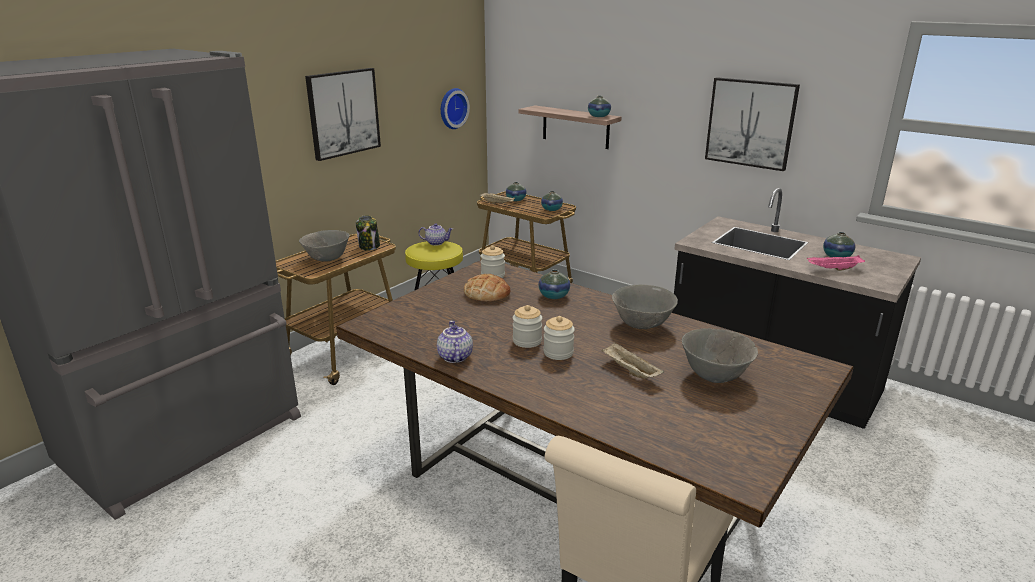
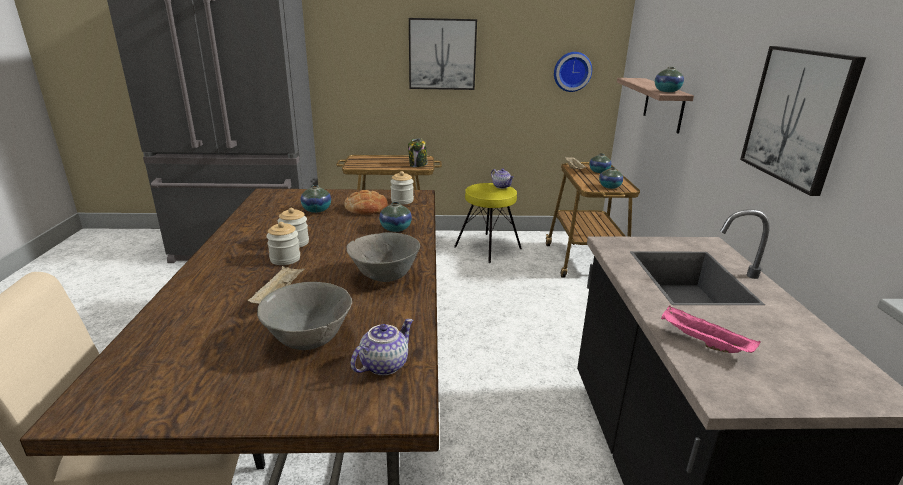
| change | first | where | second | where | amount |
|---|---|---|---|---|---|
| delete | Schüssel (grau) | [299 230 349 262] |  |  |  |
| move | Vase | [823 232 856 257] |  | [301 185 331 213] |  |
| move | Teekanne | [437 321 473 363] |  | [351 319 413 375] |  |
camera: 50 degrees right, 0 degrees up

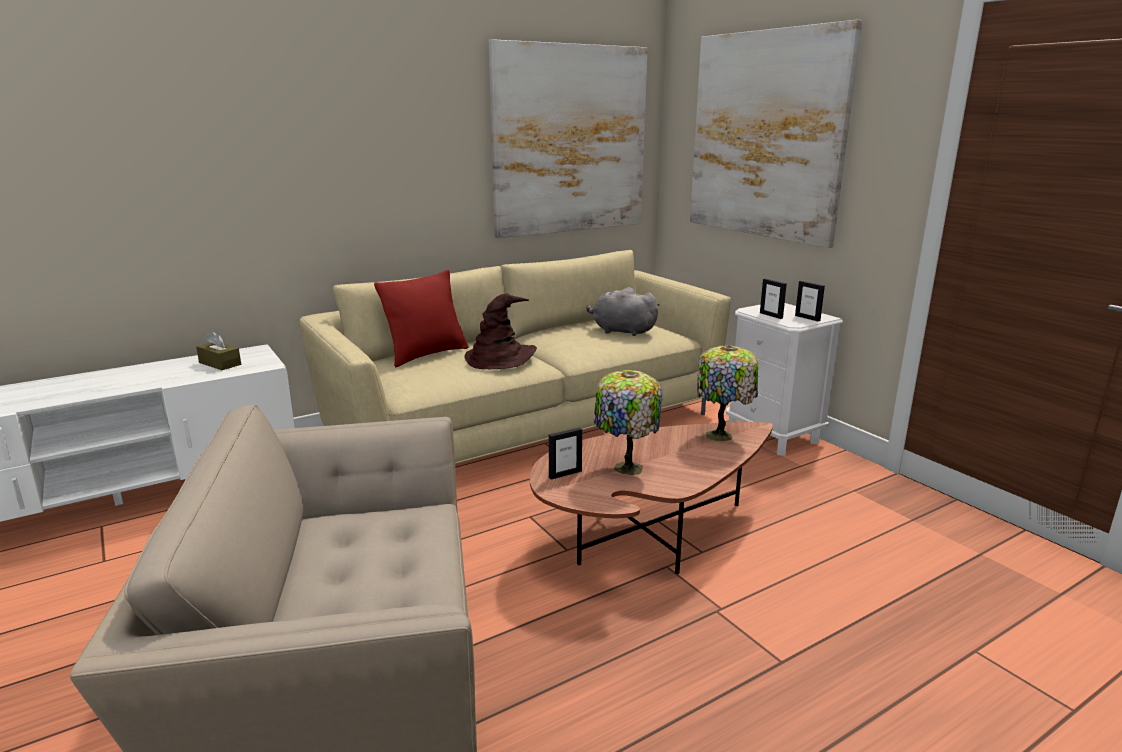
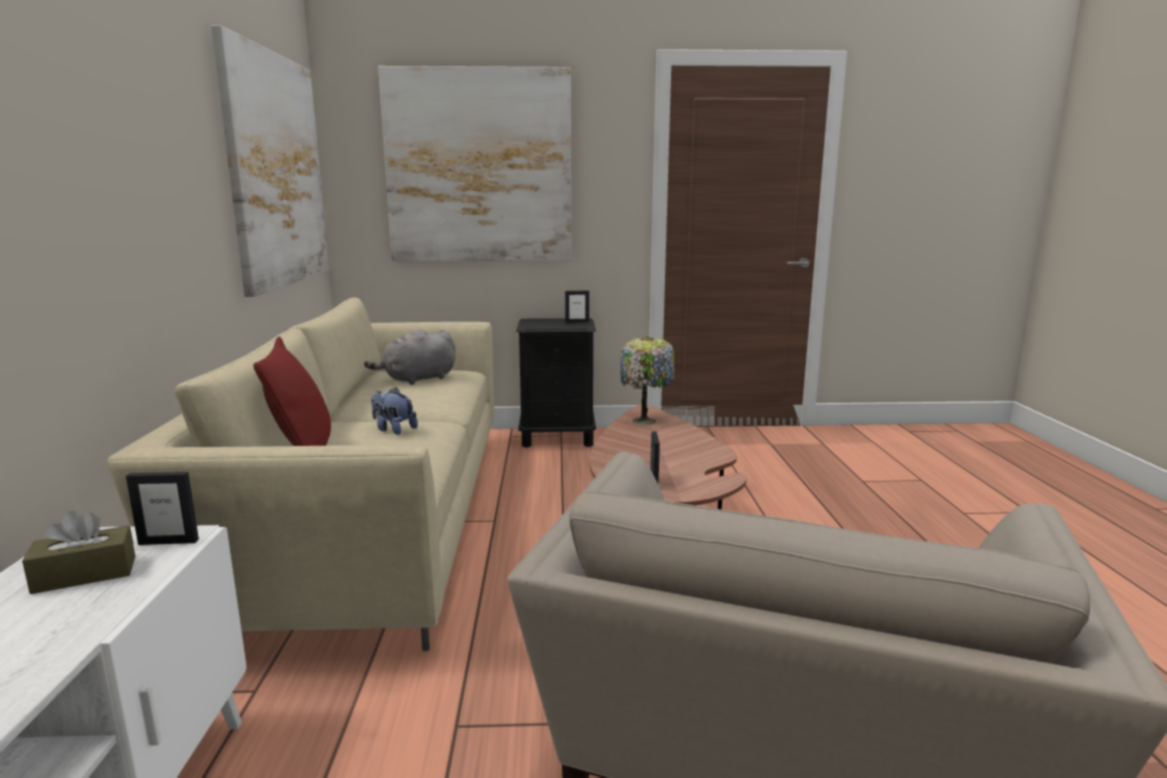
| change | first | where | second | where | amount |
|---|---|---|---|---|---|
| move | Bilderrahmen | [760 278 787 319] |  | [126 472 199 545] |  |
| replace | Hut (braun) | [465 293 537 369] | Plüschtier | [371 388 418 435] |  |
| recolor | Nachttisch (weiß) | [726 303 843 456] | Nachttisch (schwarz) | [516 318 596 448] |  |
| delete | Tischlampe | [594 370 662 475] |  |  |  |
camera: 60 degrees left, 5 degrees down

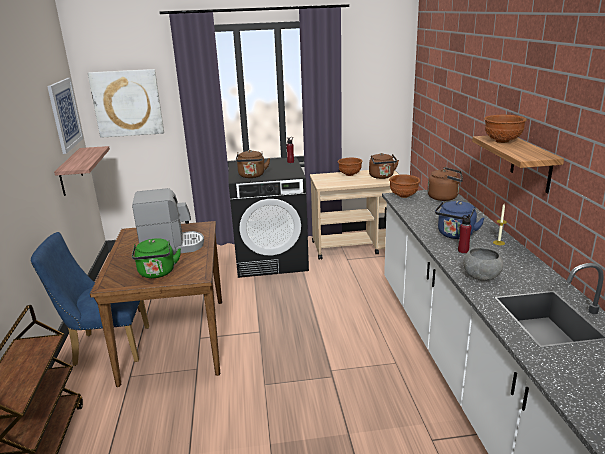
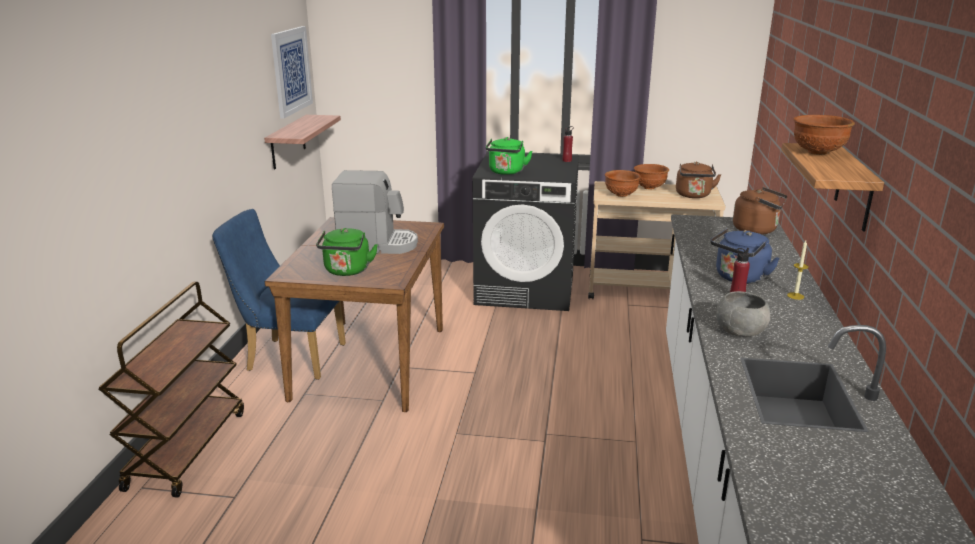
| change | first | where | second | where | amount |
|---|---|---|---|---|---|
| delete | Bild | [88 69 164 138] |  |  |  |
| recolor | Wasserkessel (braun) | [236 150 270 178] | Wasserkessel (grün) | [486 137 533 175] |  |
| move | Schüssel (braun) | [389 175 420 198] |  | [605 170 641 197] |  |
camera: 15 degrees right, 0 degrees up

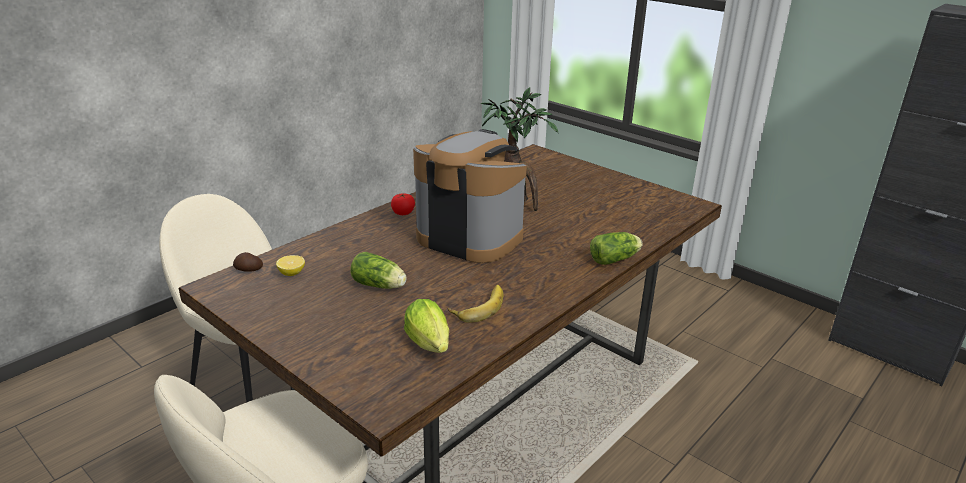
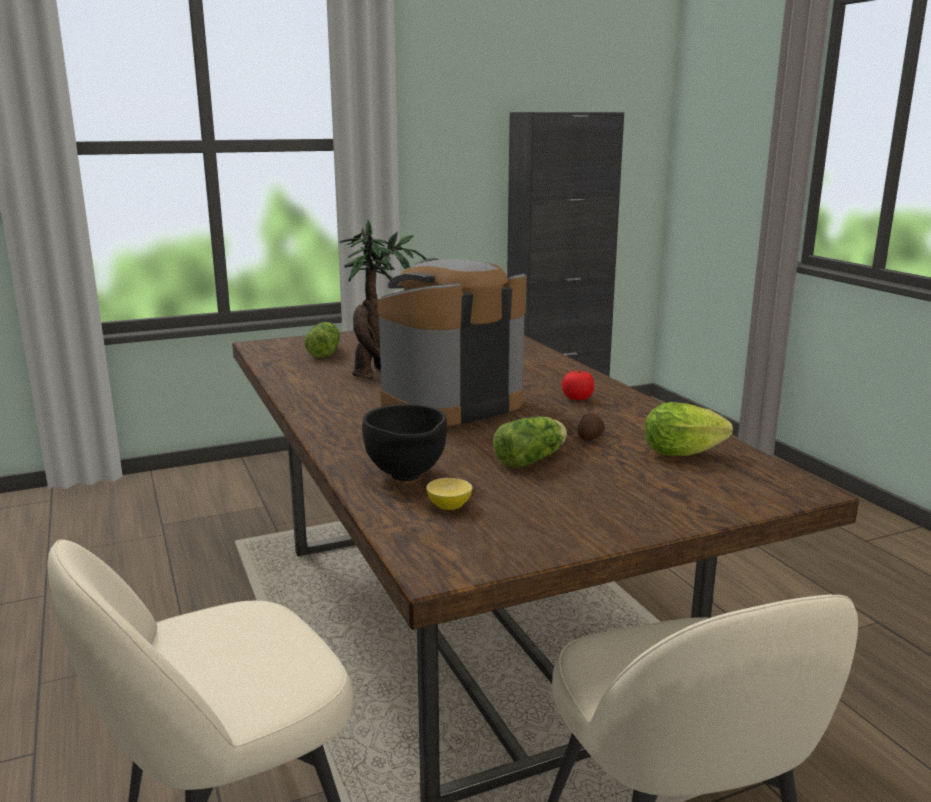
| change | first | where | second | where | amount |
|---|---|---|---|---|---|
| move | Tomate | [391 193 415 215] |  | [562 370 594 400] |  |
| move | Salatkopf | [590 232 643 265] |  | [305 322 340 358] |  |
| move | Kartoffel | [233 252 263 272] |  | [578 413 605 441] |  |
| delete | Banane | [448 285 503 322] |  |  |  |
| insert |  |  | Schüssel (schwarz) | [362 404 447 481] |  |
camera: 65 degrees left, 10 degrees down

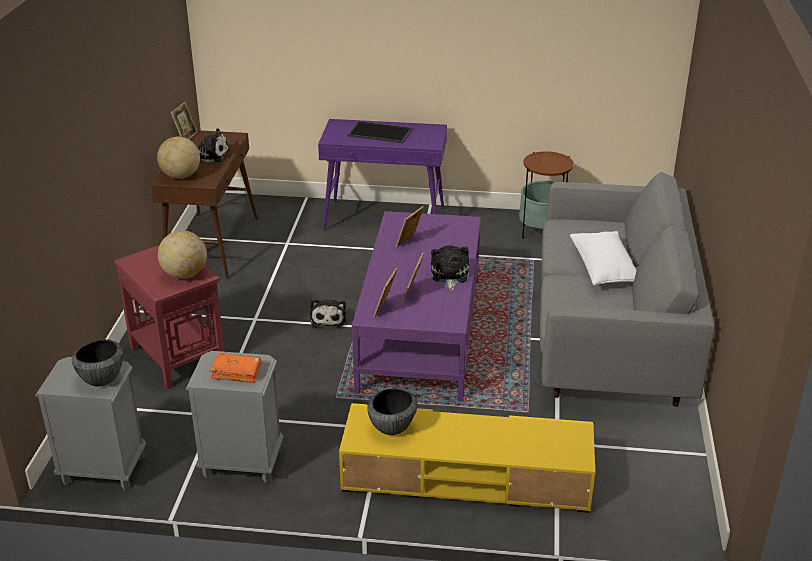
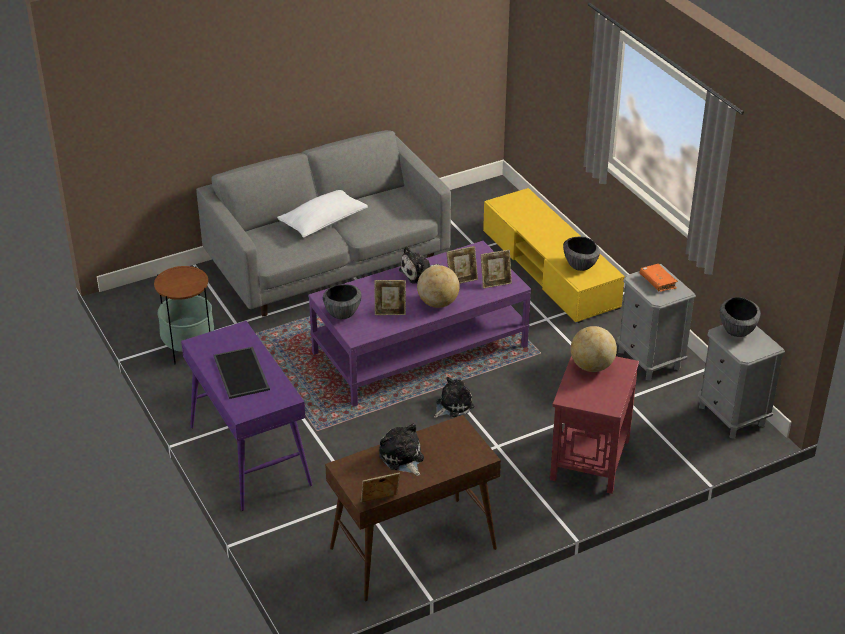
| change | first | where | second | where | amount |
|---|---|---|---|---|---|
| move | Globus | [157 137 200 179] |  | [417 265 460 308] |  |
| insert |  |  | Schüssel | [323 284 361 319] |  |
camera: 125 degrees left, 5 degrees up

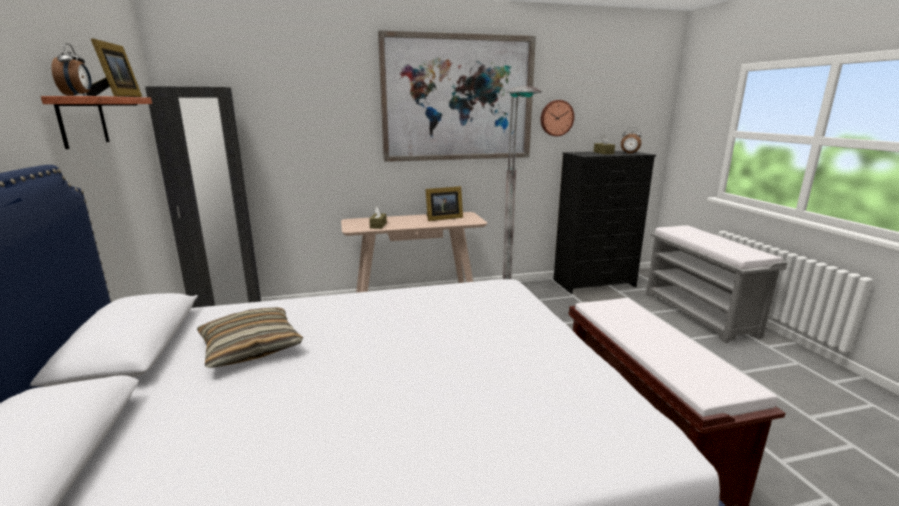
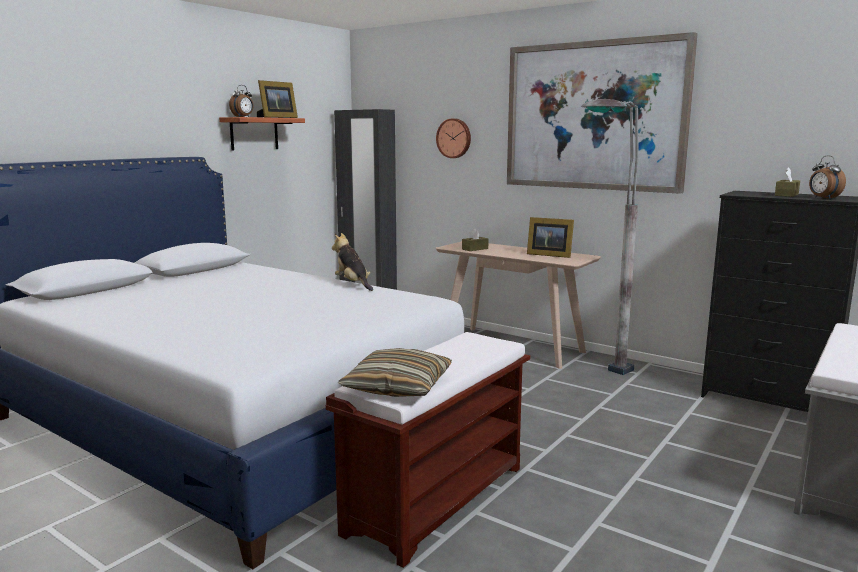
| change | first | where | second | where | amount |
|---|---|---|---|---|---|
| move | Wanduhr | [541 100 574 136] |  | [436 118 471 158] |  |
| move | Kissen | [197 307 303 368] |  | [338 348 452 397] |  |
| insert |  |  | Plüschtier | [332 233 373 291] |  |
camera: 50 degrees right, 5 degrees down

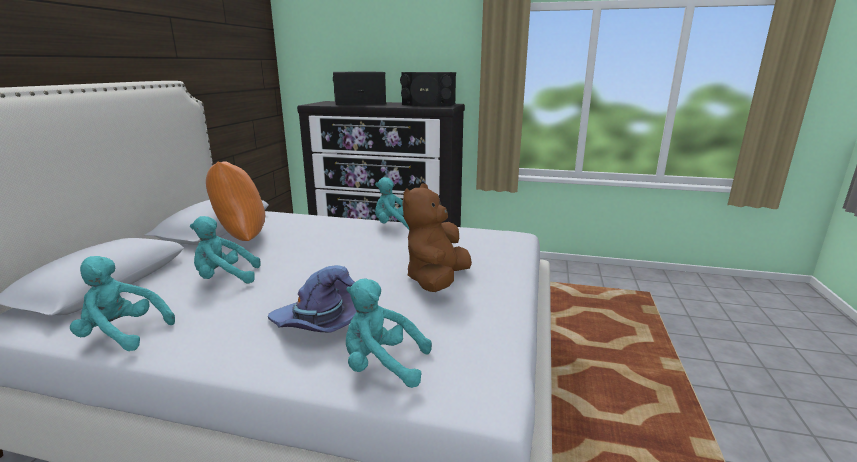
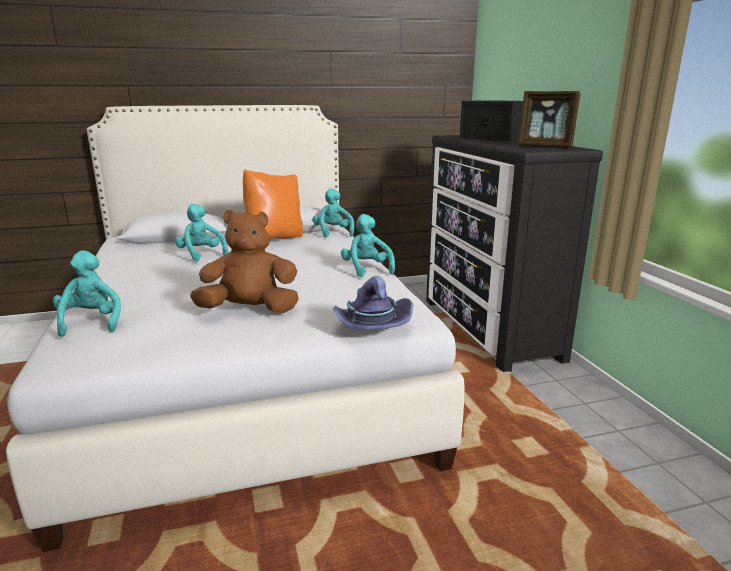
| change | first | where | second | where | amount |
|---|---|---|---|---|---|
| replace | Lautsprecher (schwarz) | [400 72 456 106] | Bilderrahmen | [518 91 581 148] |  |
| move | Plüschtier (türkis) | [70 256 175 351] |  | [312 188 354 237] |  |
| move | Hut (lila) | [268 265 356 333] |  | [333 276 414 330] |  |
camera: 60 degrees right, 0 degrees up

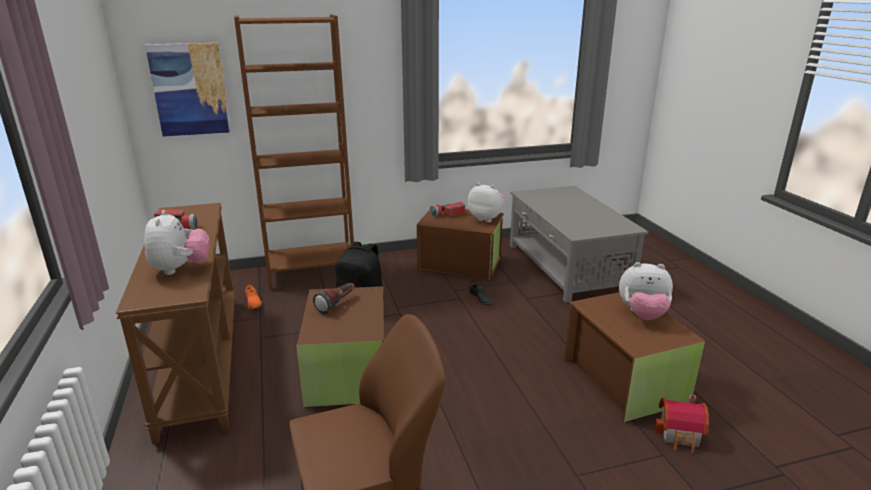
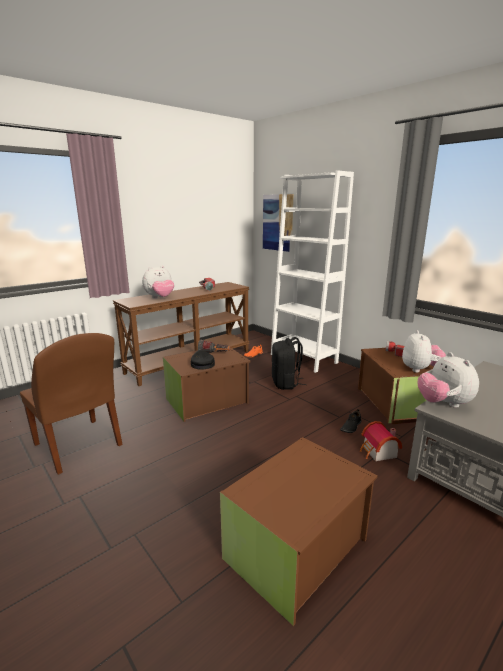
| change | first | where | second | where | amount |
|---|---|---|---|---|---|
| recolor | Bücherregal (braun) | [234 14 354 290] | Bücherregal (weiß) | [271 171 354 373] |  |
| move | Plüschtier | [619 262 673 320] |  | [418 352 479 408] |  |
| move | Spielzeughaus | [654 395 709 453] |  | [360 421 402 461] |  |
| insert |  |  | Kappe (schwarz) | [191 350 215 370] |  |
camera: 65 degrees right, 5 degrees down

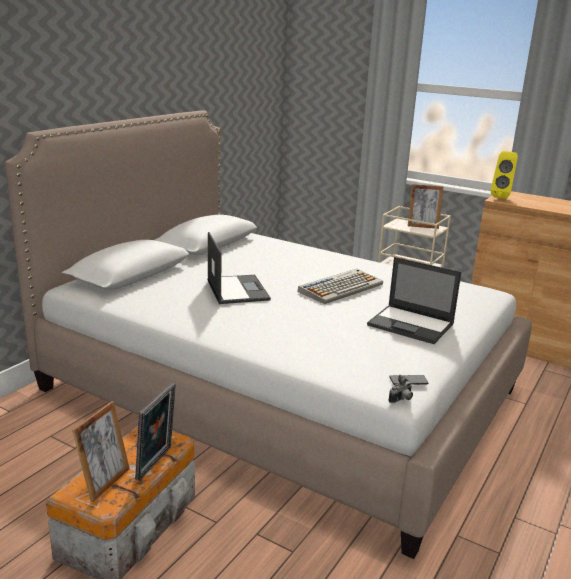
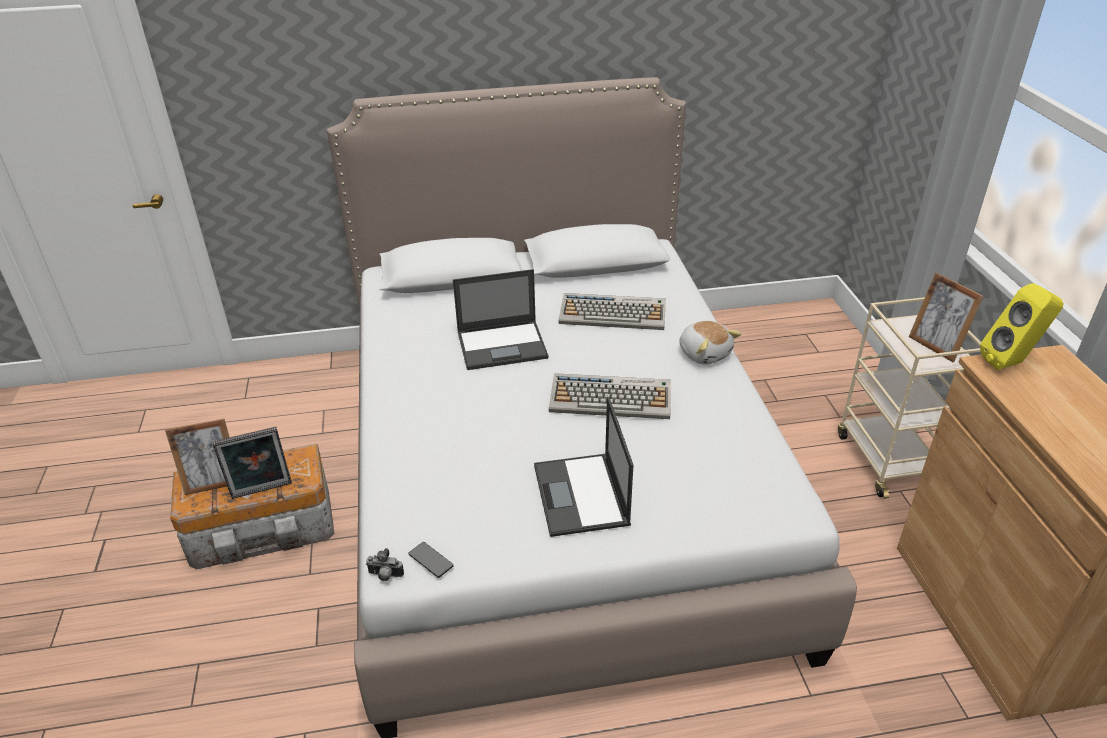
| change | first | where | second | where | amount |
|---|---|---|---|---|---|
| rotate | Laptop | [207 232 271 304] |  | [453 269 549 370] | 45 degrees clockwise |
| insert |  |  | Tastatur | [559 293 666 330] |  |
| insert |  |  | Plüschtier | [679 321 741 365] |  |
camera: 50 degrees right, 15 degrees up

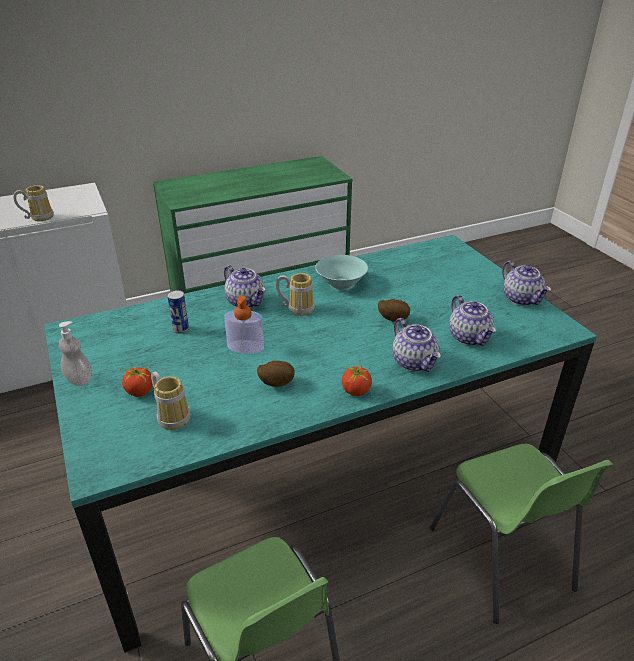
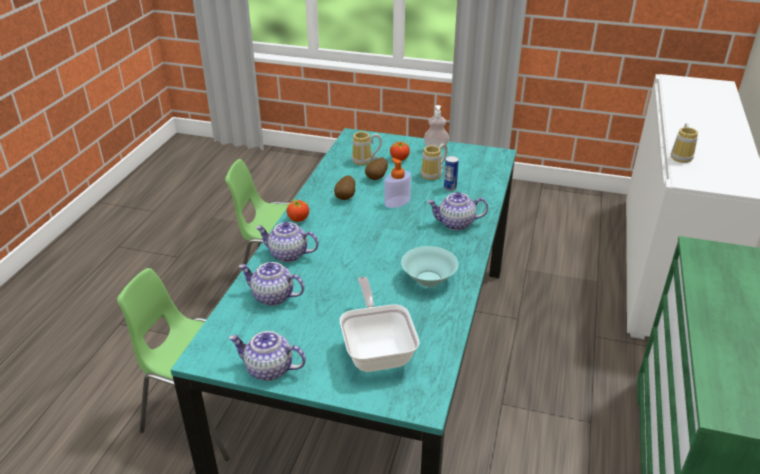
| change | first | where | second | where | amount |
|---|---|---|---|---|---|
| move | Henkelbecher | [276 273 315 315] |  | [421 144 448 180] |  |
| move | Kartoffel | [378 299 410 322] |  | [365 157 388 180] |  |
| insert |  |  | Pfanne | [340 277 420 372] |  |
camera: 130 degrees right, 0 degrees up

